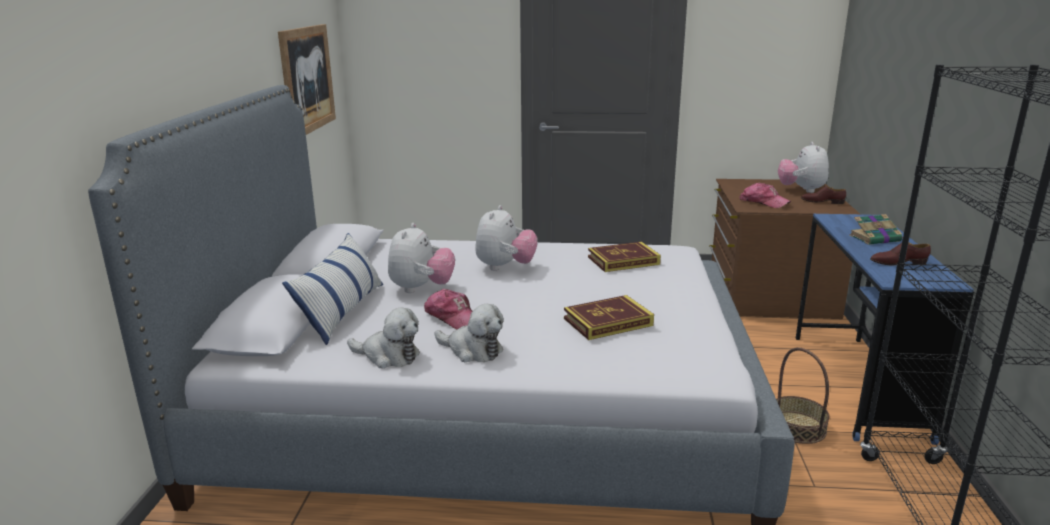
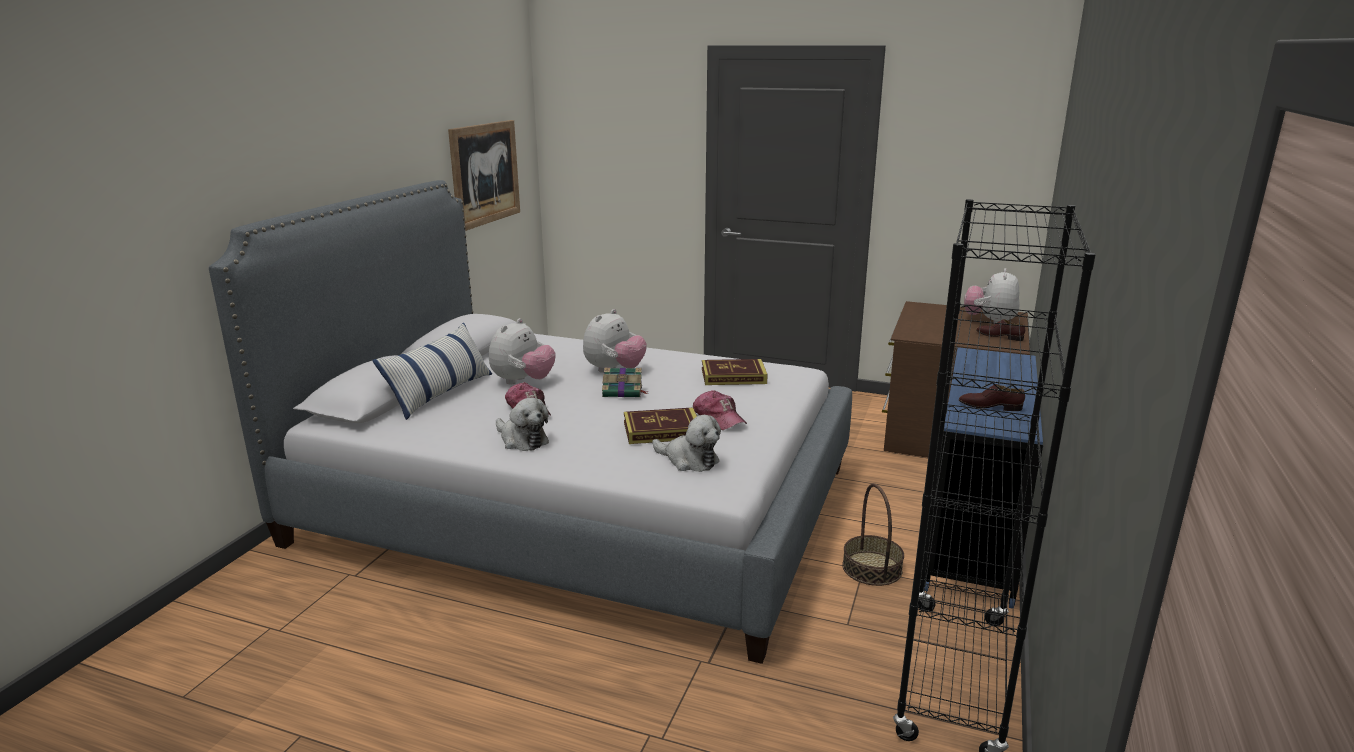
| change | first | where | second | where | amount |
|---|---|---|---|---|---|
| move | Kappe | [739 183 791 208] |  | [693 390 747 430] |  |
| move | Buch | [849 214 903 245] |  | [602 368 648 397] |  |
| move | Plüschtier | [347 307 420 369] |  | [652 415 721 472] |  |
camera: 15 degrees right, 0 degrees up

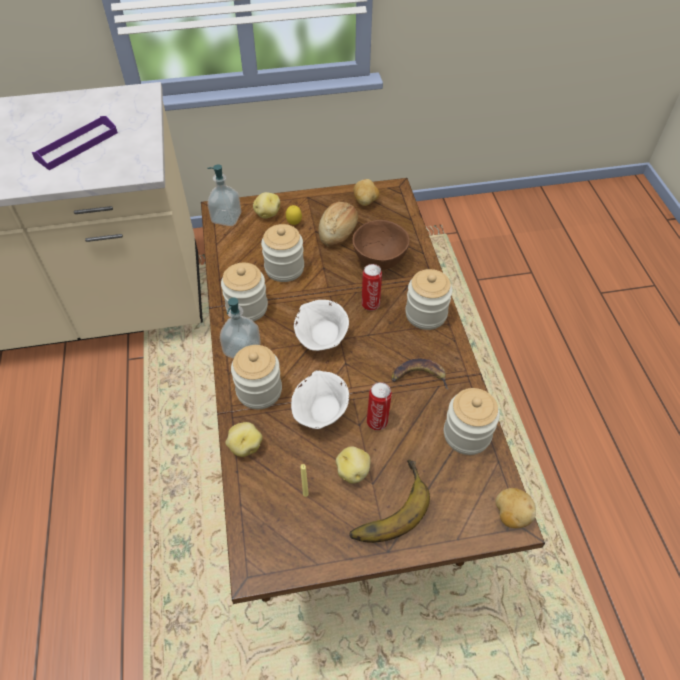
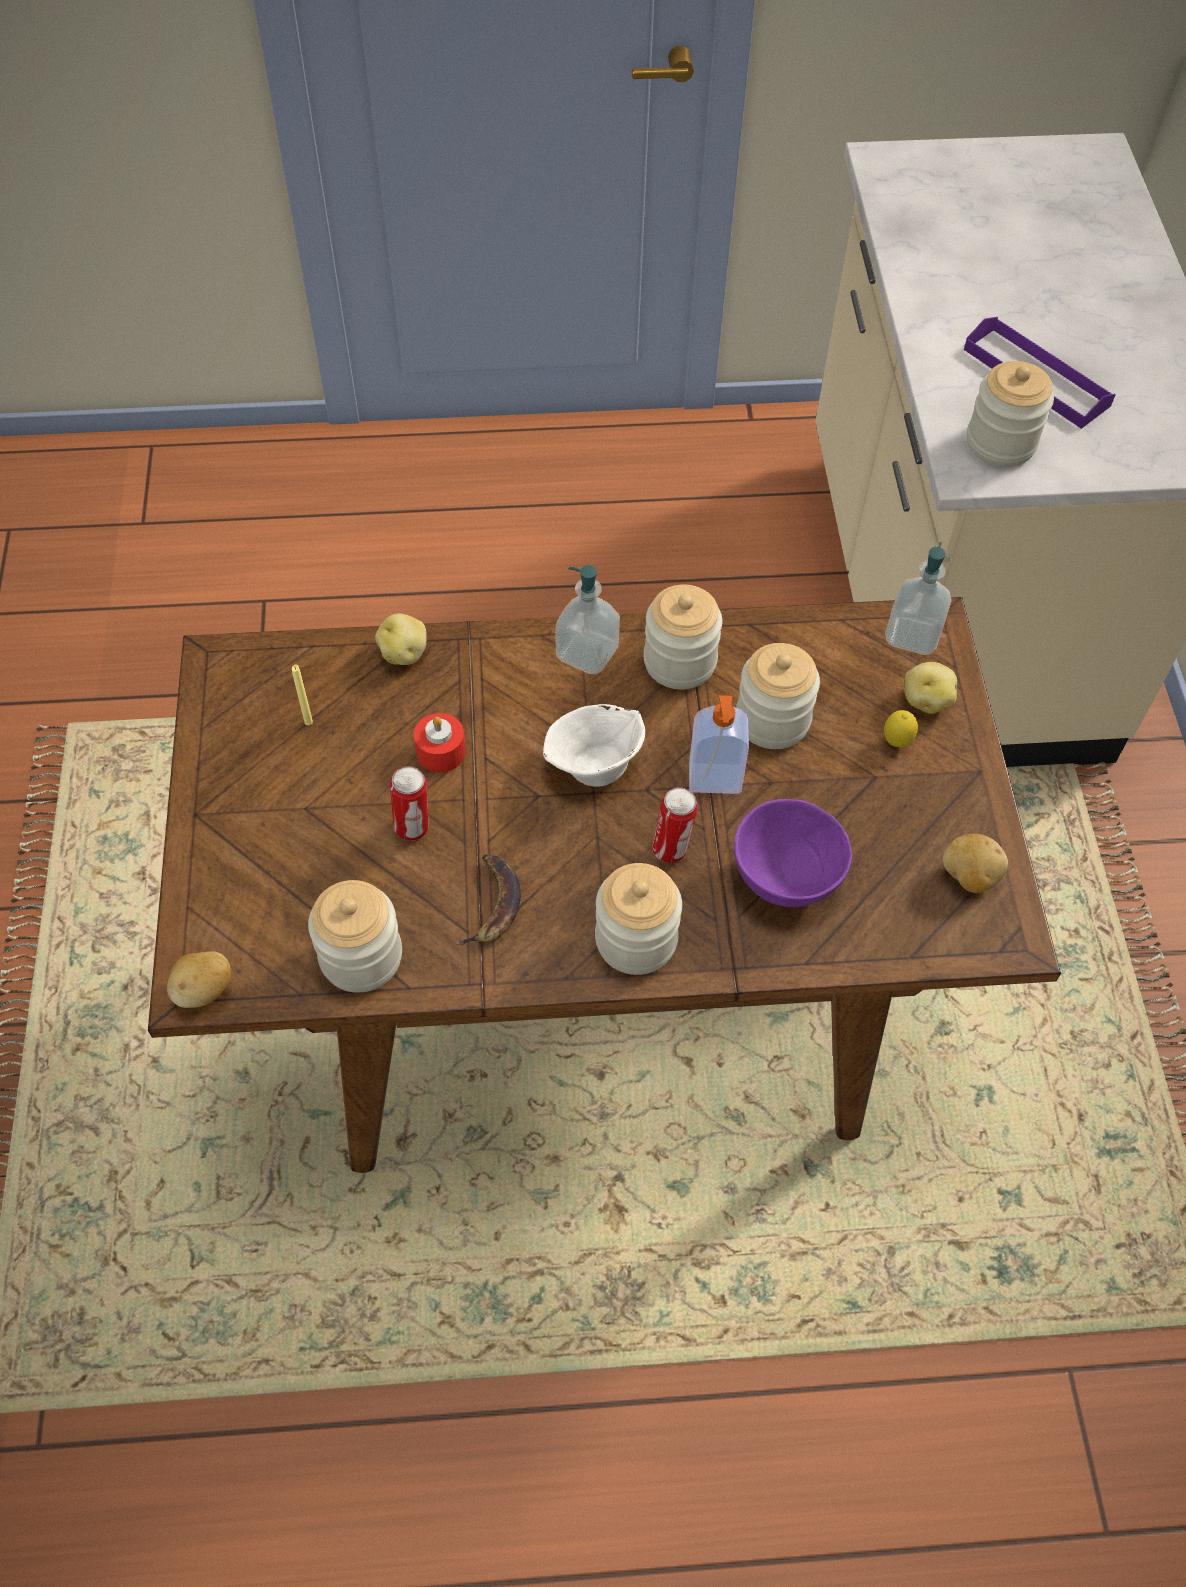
| change | first | where | second | where | amount |
|---|---|---|---|---|---|
| delete | Brot | [319 202 358 247] |  |  |  |
| recolor | Schüssel (braun) | [352 220 410 270] | Schüssel (lila) | [734 799 852 907] |  |
| move | Vorratsglas | [231 345 282 409] |  | [967 361 1054 467] |  |
| replace | Schüssel (weiß) | [291 370 349 429] | Kerze (rot) | [414 713 466 773] |  |
| delete | Kartoffel | [336 446 371 484] |  |  |  |
| delete | Banane | [349 459 430 543] |  |  |  |
| insert |  |  | Seifenspender | [689 695 749 794] |  |
camera: 95 degrees right, 5 degrees up

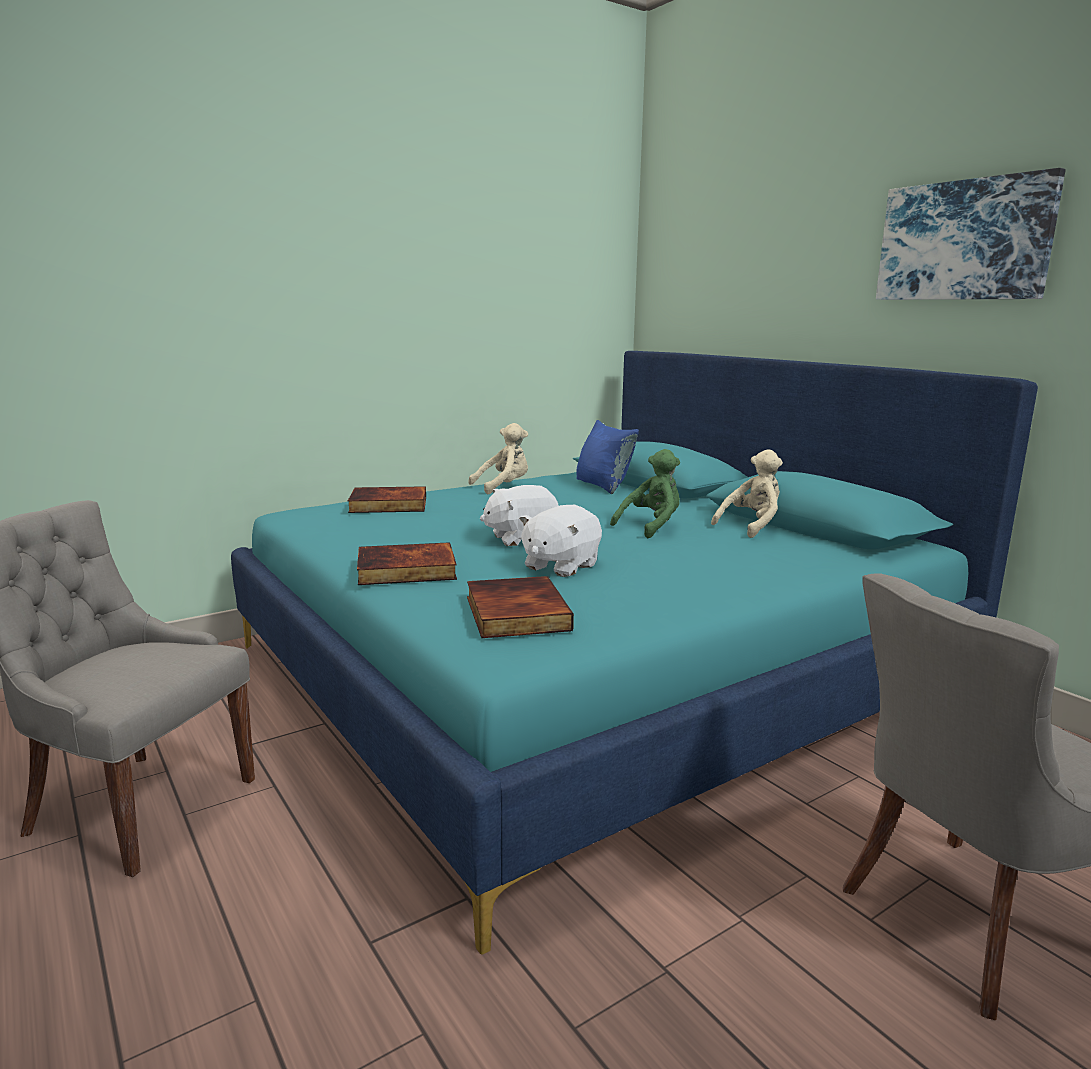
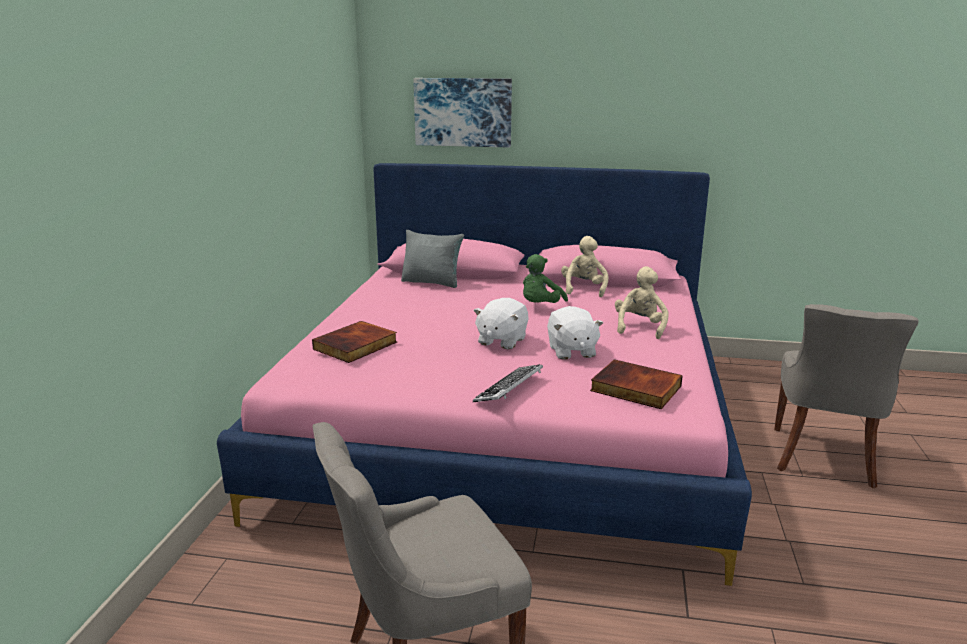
| change | first | where | second | where | amount |
|---|---|---|---|---|---|
| move | Bild | [876 168 1066 300] |  | [413 78 512 147] |  |
| recolor | Bett (türkis) | [231 351 1038 955] | Bett (rosa) | [217 163 752 586] |  |
| recolor | Kissen (blau) | [576 420 639 494] | Kissen (grau) | [401 230 464 288] |  |
| move | Plüschtier (beige) | [468 423 528 495] |  | [615 266 669 339] |  |
| rotate | Plüschtier (grün) | [610 449 680 538] |  | [523 254 568 303] | 150 degrees counterclockwise |
| replace | Buch | [357 542 457 585] | Tastatur | [473 364 543 402] |  |
camera: 45 degrees left, 5 degrees up

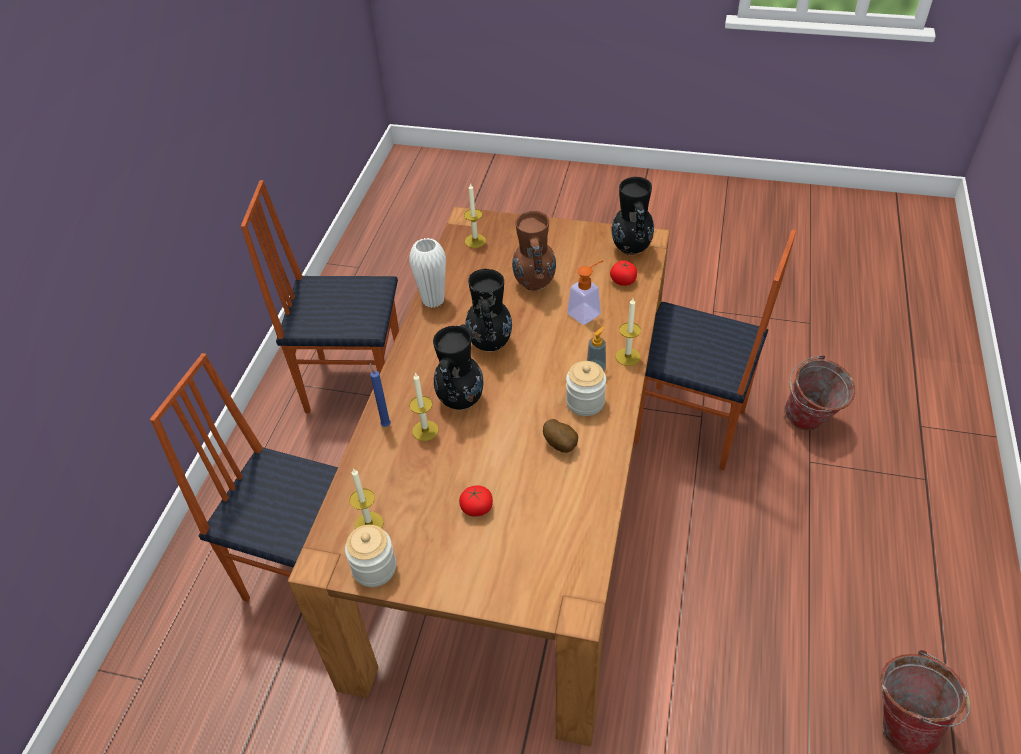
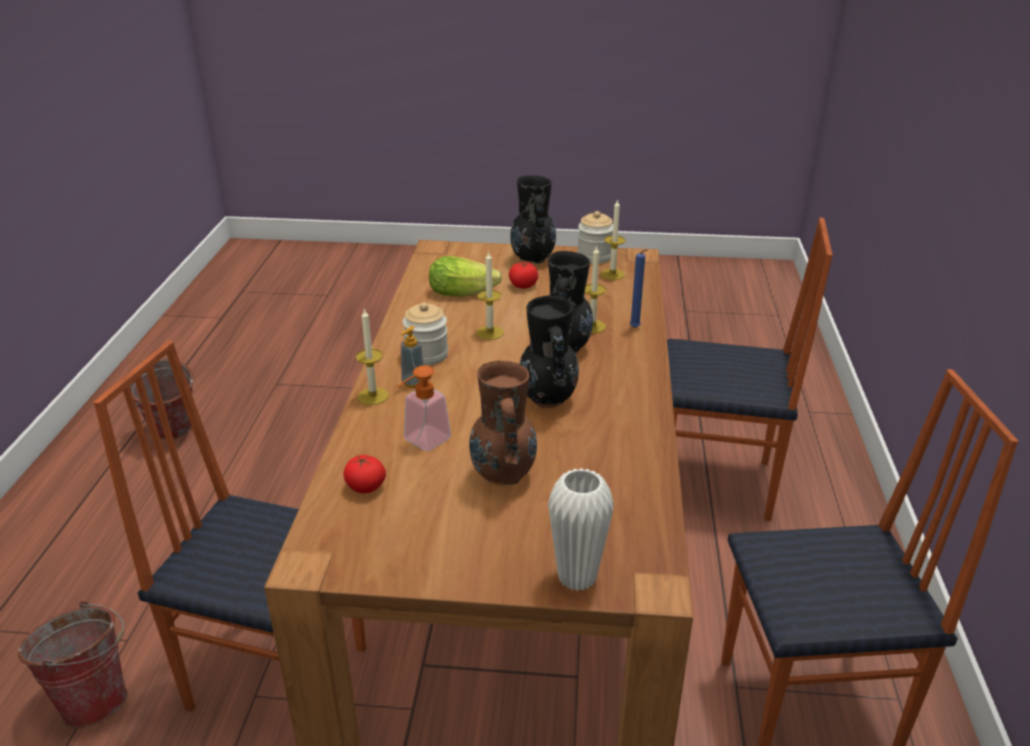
| change | first | where | second | where | amount |
|---|---|---|---|---|---|
| move | Vase (schwarz) | [611 177 654 256] |  | [510 176 556 264] |  |
| move | Kerze | [464 183 486 248] |  | [476 251 504 340] |  |
| move | Vase (weiß) | [409 238 446 308] |  | [548 468 614 591] |  |
| delete | Kartoffel | [543 419 578 453] |  |  |  |
| insert |  |  | Salatkopf | [429 256 502 297] |  |
camera: 170 degrees right, 15 degrees down

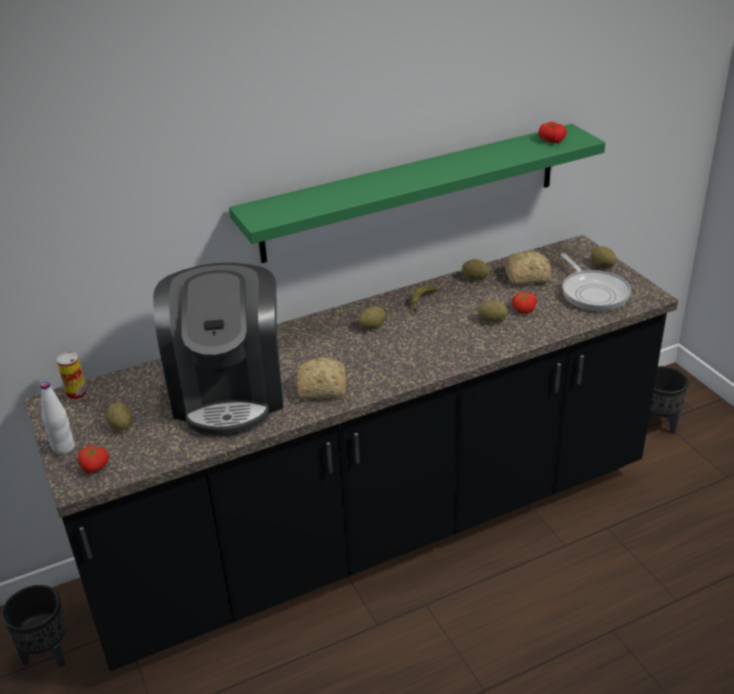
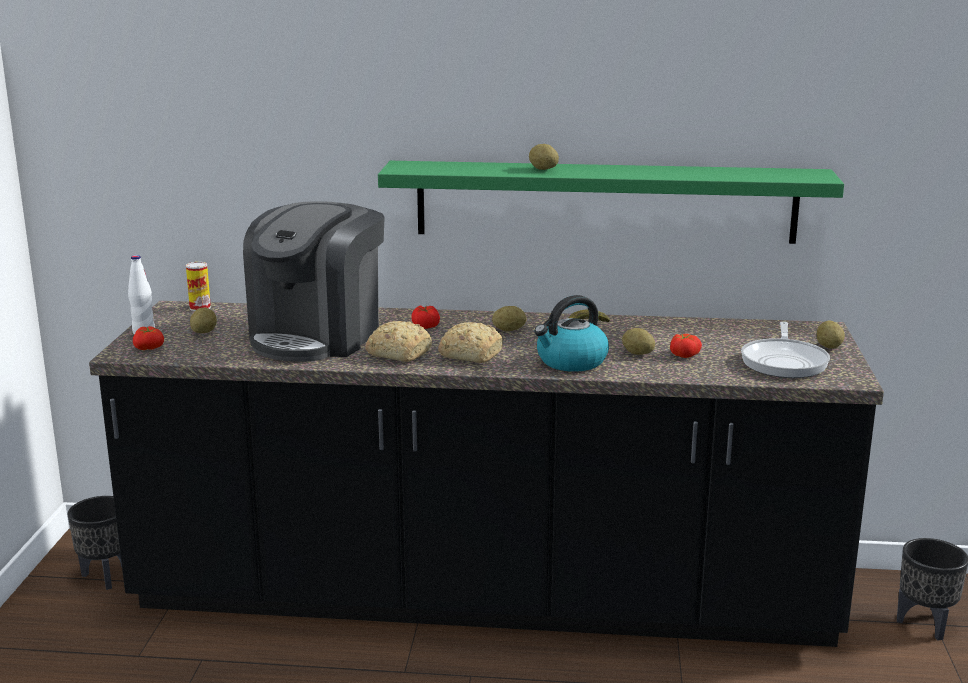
| change | first | where | second | where | amount |
|---|---|---|---|---|---|
| move | Tomate | [538 122 567 143] |  | [411 305 440 329] |  |
| move | Brot | [504 250 551 285] |  | [438 322 503 363] |  |
| move | Kartoffel | [462 259 490 280] |  | [529 144 559 170] |  |
| insert |  |  | Wasserkessel | [534 295 609 372] |  |
camera: 30 degrees right, 15 degrees down

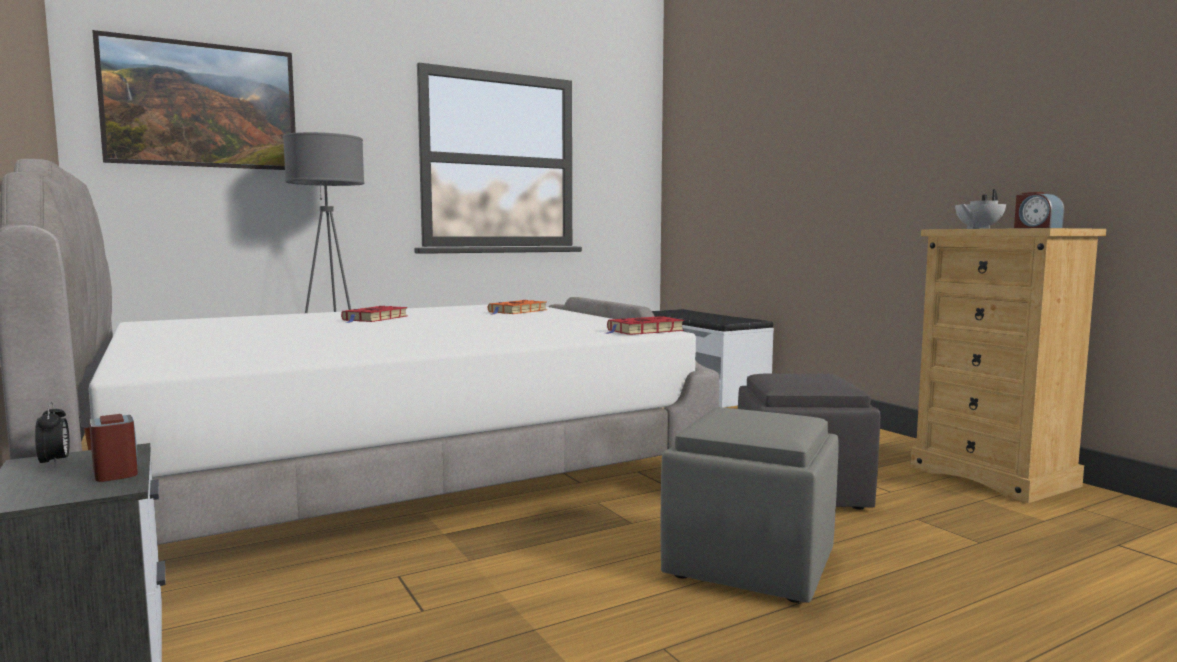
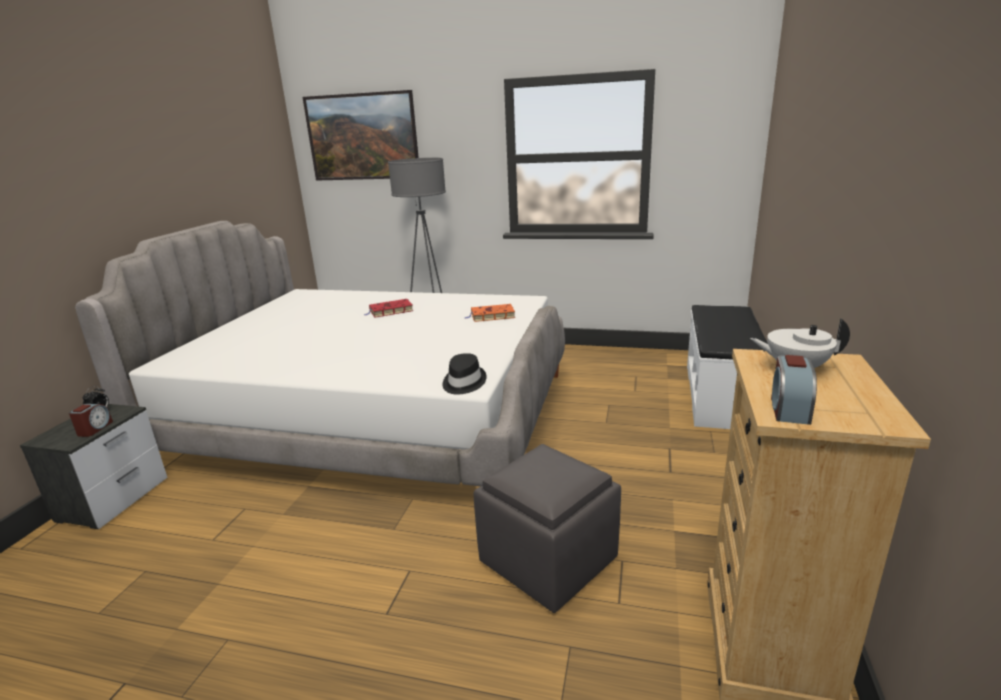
| change | first | where | second | where | amount |
|---|---|---|---|---|---|
| replace | Buch (rot) | [606 316 684 335] | Hut (schwarz) | [443 353 487 395] |  |
| delete | Polsterhocker (grau) | [661 407 839 603] |  |  |  |
camera: 45 degrees right, 15 degrees up

